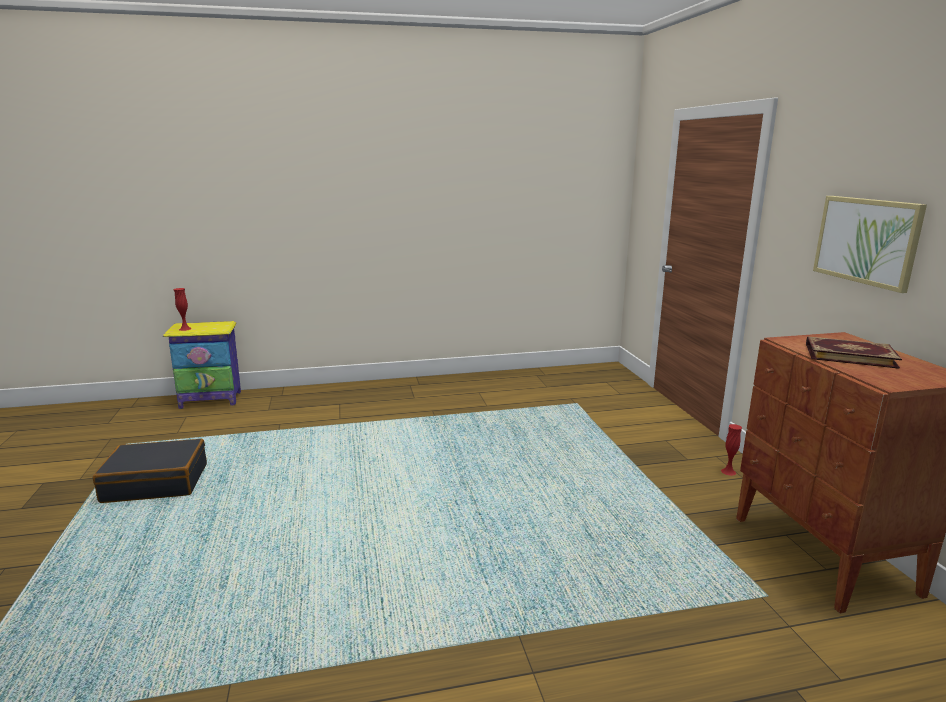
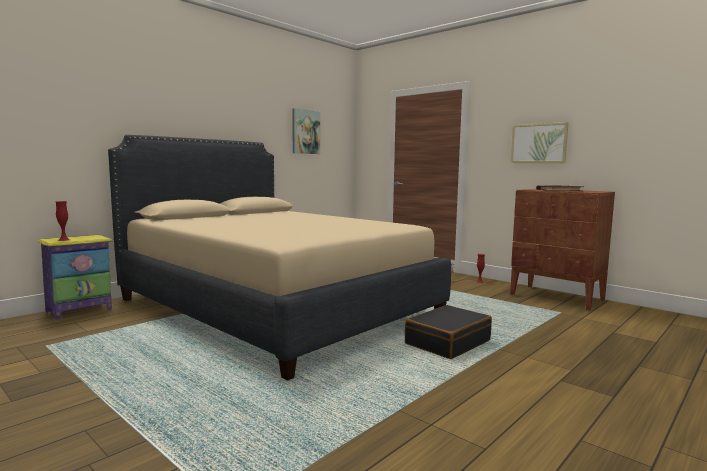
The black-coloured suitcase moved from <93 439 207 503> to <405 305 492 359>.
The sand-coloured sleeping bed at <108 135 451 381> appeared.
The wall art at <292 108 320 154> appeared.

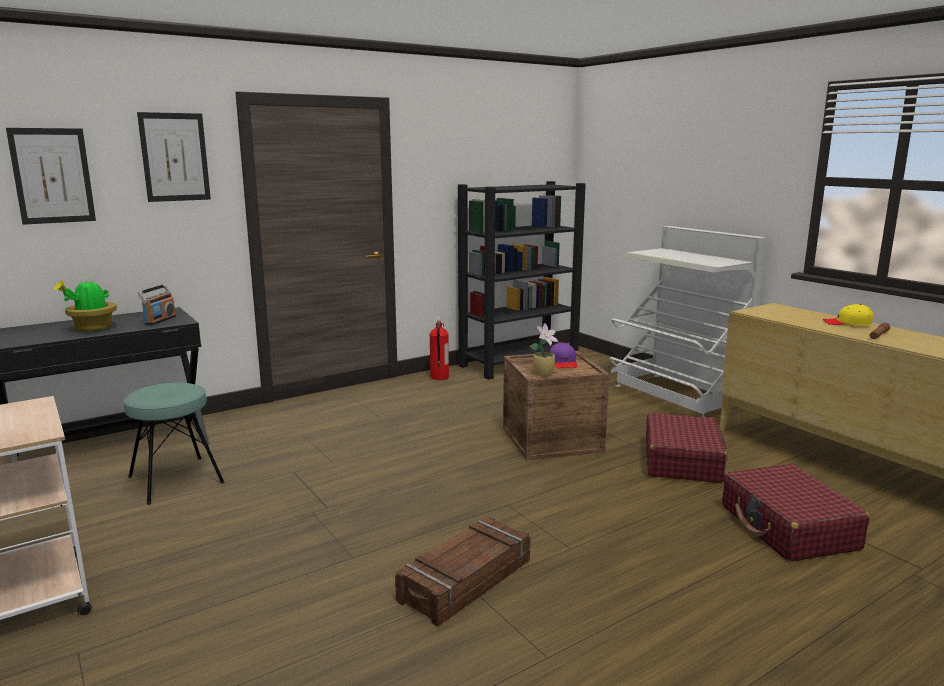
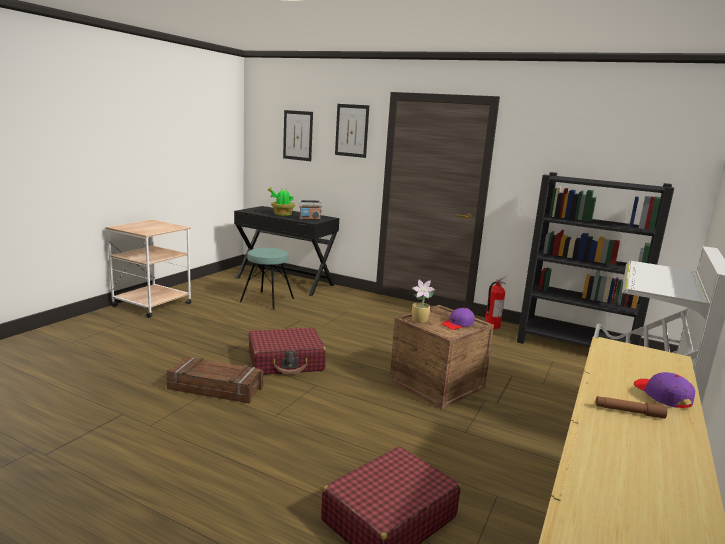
The red suitcase moved from <646 413 727 483> to <249 328 326 375>.
The yellow peaked cap at <823 304 873 326> became the purple-coloured peaked cap at <634 372 695 408>.

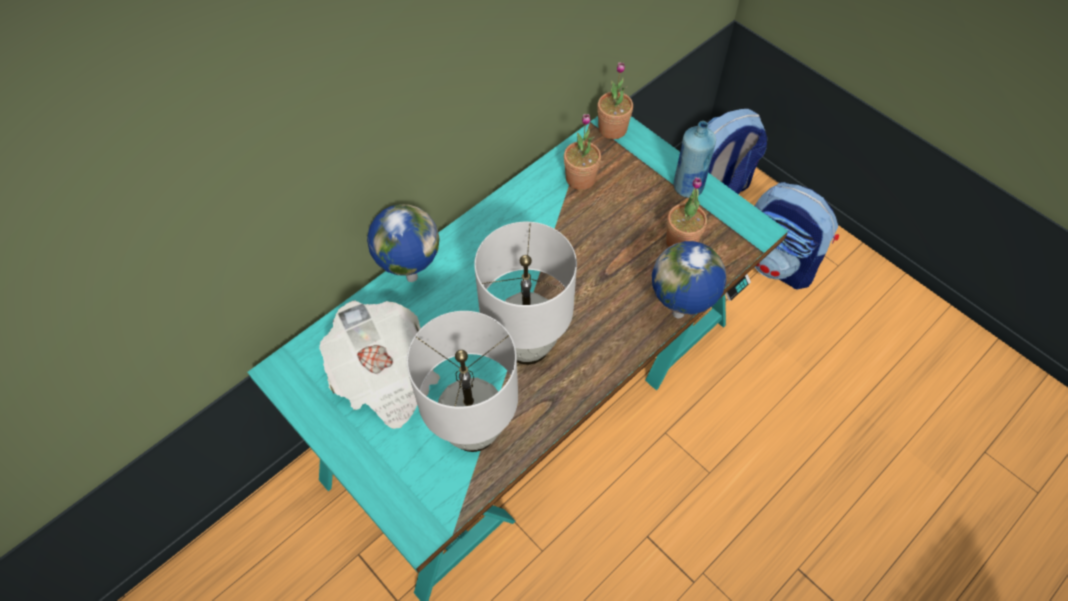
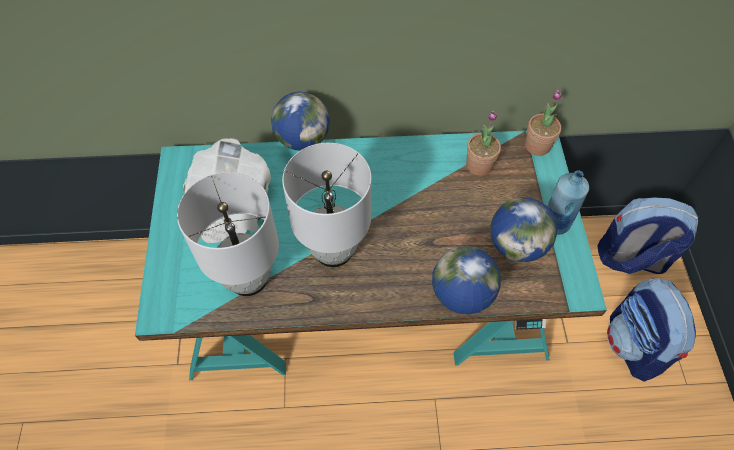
The potted plant at <666 177 707 247> was replaced by the world globe at <490 197 557 264>.

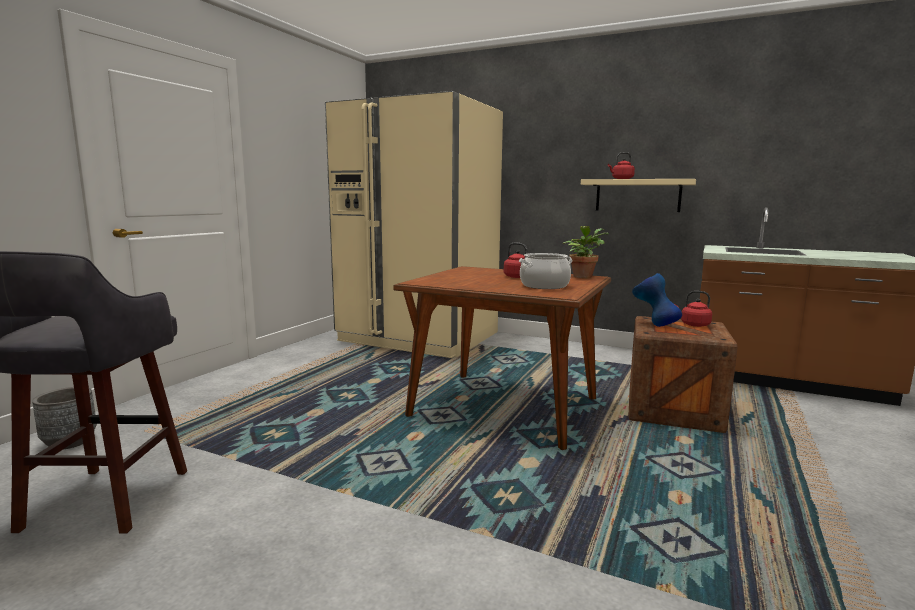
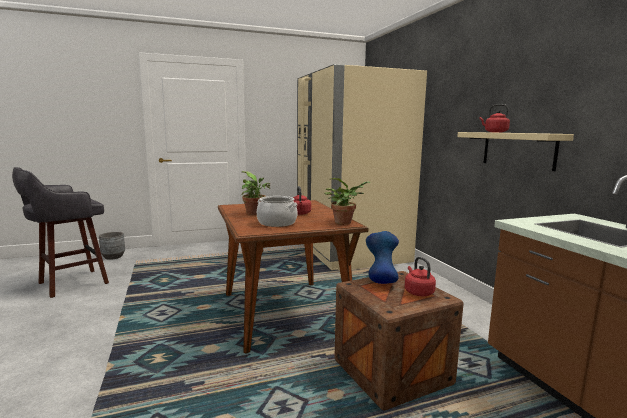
The potted plant at <241 171 270 215> appeared.

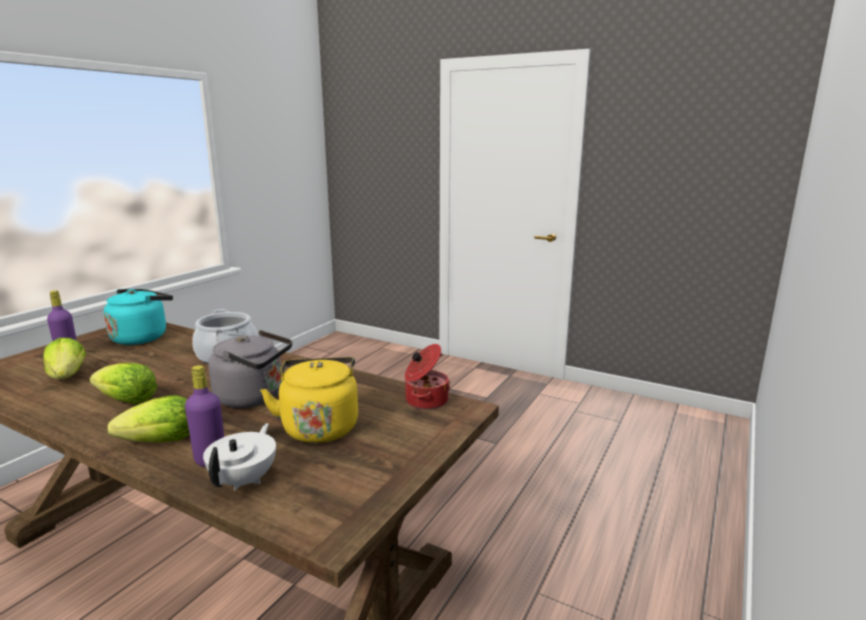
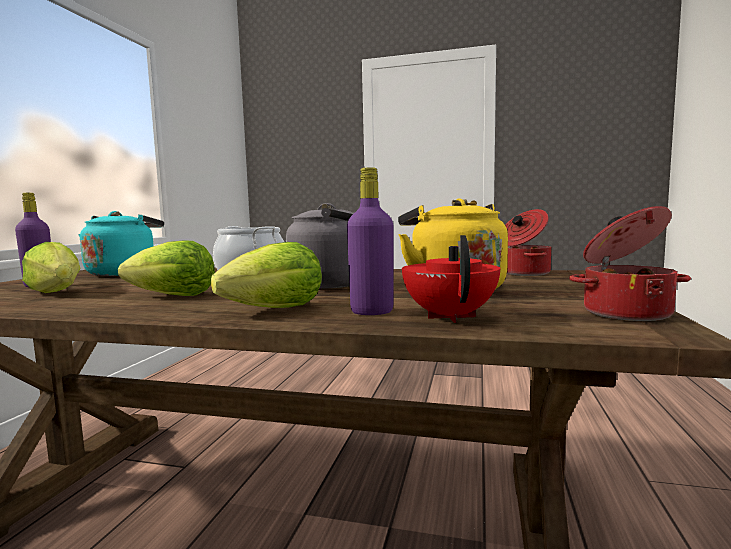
The white-coloured tea pot at <203 423 276 490> became the red tea pot at <402 235 500 323>.
The saucepot at <569 206 691 321> appeared.

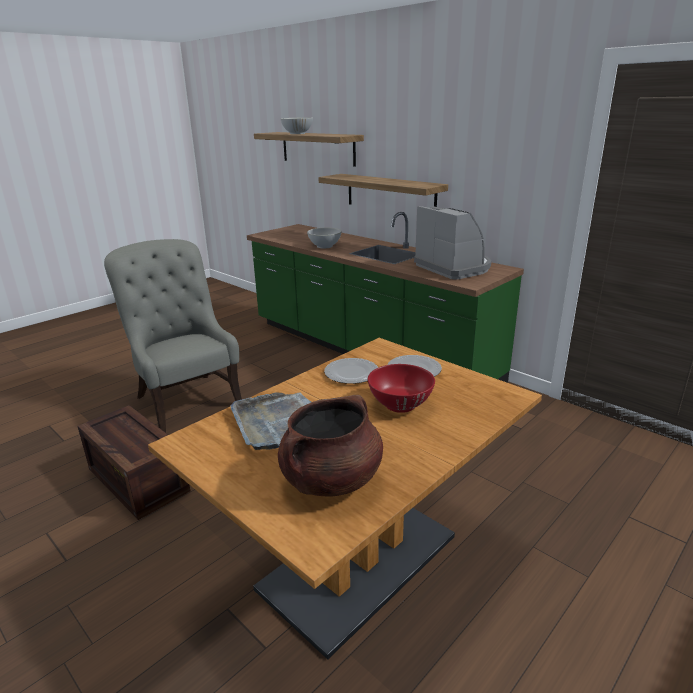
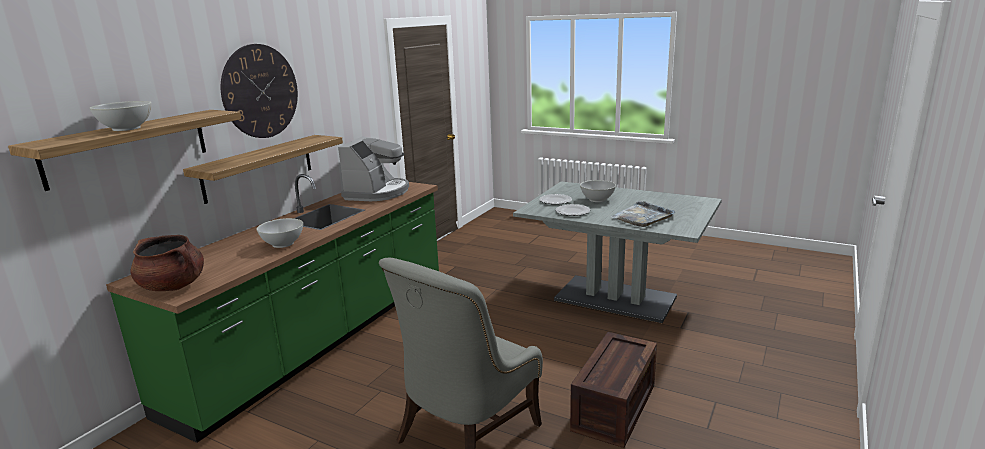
The brown-coloured dinner table at <148 338 542 660> became the gray dinner table at <513 181 722 323>.
The brown-coloured saucepot moved from <278 395 383 496> to <130 235 204 291>.
The red deep dish at <368 364 435 413> became the white-coloured deep dish at <580 180 616 202>.
The coffee brewer at <414 206 491 280> turned 150 degrees clockwise.
The clock on the wall at <221 44 298 138> appeared.

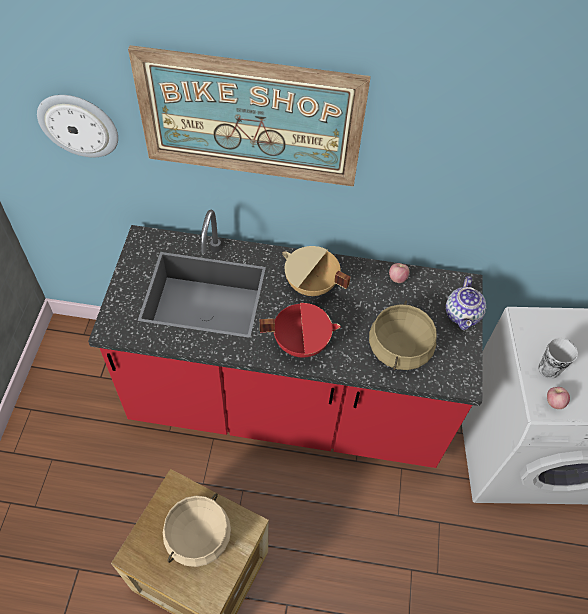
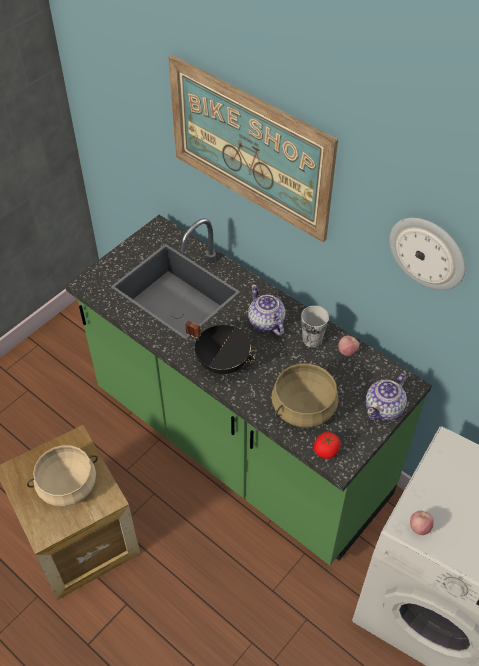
The clock on the wall moved from <37 95 118 157> to <389 218 465 290>.
The red counter at <88 210 483 468> became the green-coloured counter at <65 215 432 565>.
The red saucepot at <260 303 341 358> became the black-coloured saucepot at <185 321 255 374>.
The sand-coloured saucepot at <282 246 351 296> was replaced by the tea pot at <248 284 285 336>.
The drinking cup moved from <538 338 578 379> to <301 306 329 347>.
The tomato at <314 432 341 459> appeared.

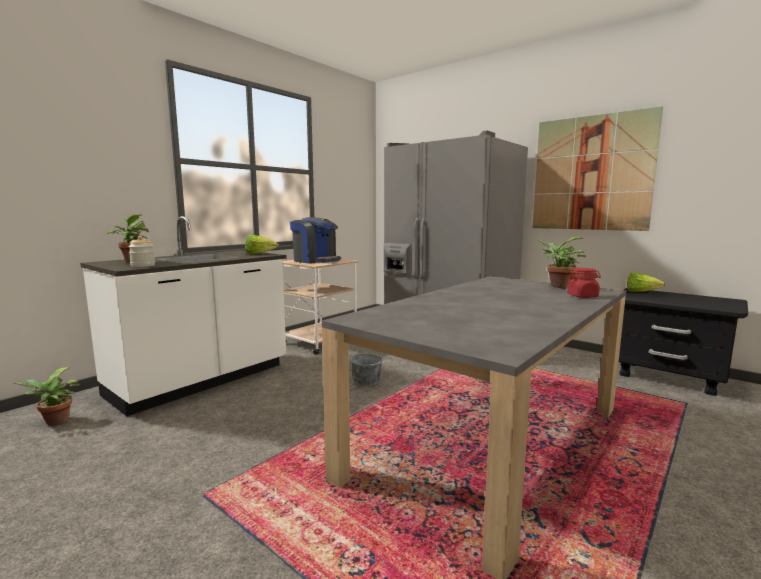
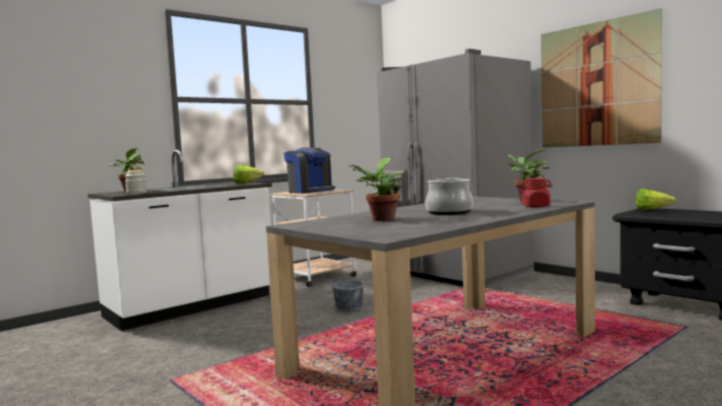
The potted plant moved from <13 367 80 426> to <349 158 404 221>.
The saucepot at <425 178 473 215> appeared.

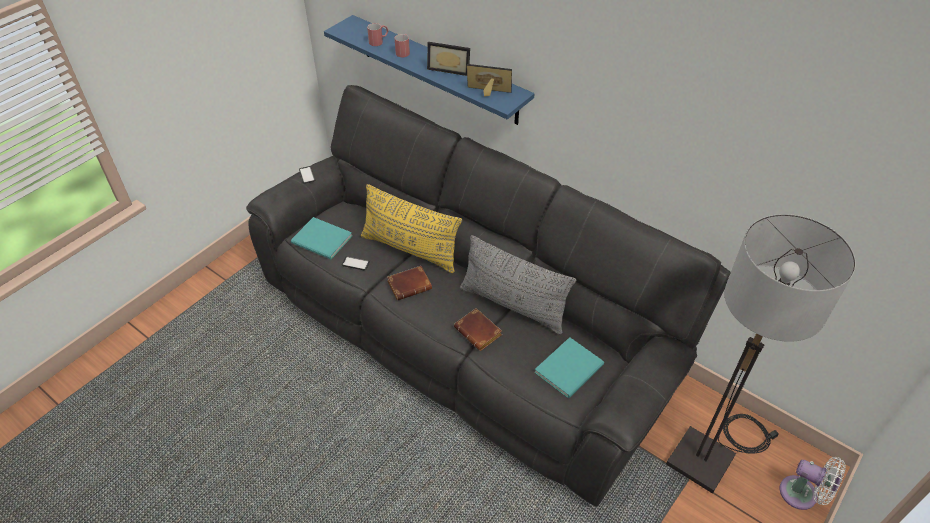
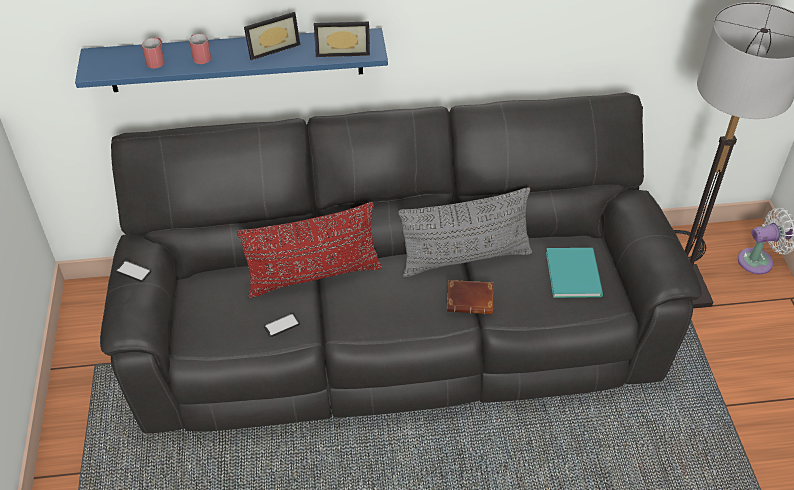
The blue-green volume at <291 217 352 259> disappeared.
The yellow pillow at <361 184 462 273> became the red pillow at <237 202 382 298>.
The brown-coloured volume at <387 266 432 301> disappeared.
The standing frame at <467 64 512 97> turned 150 degrees counterclockwise.

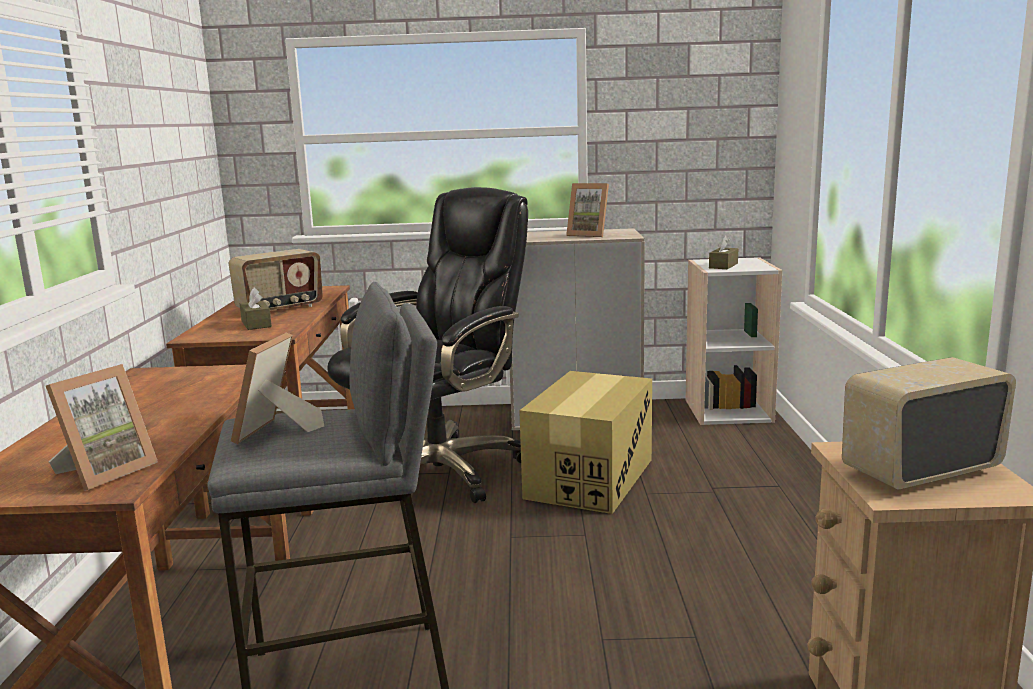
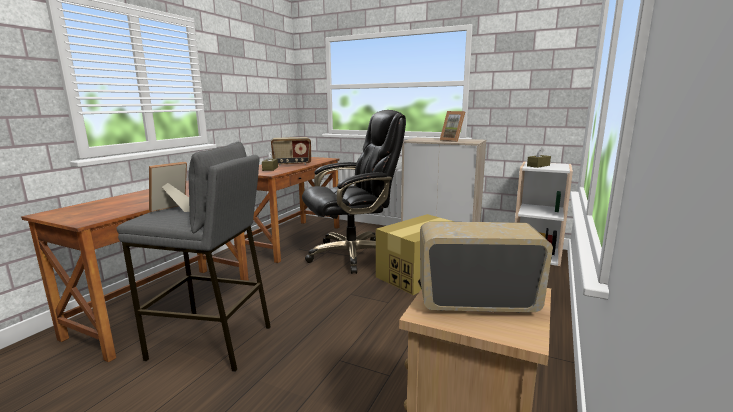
The standing frame at <46 364 158 491> disappeared.

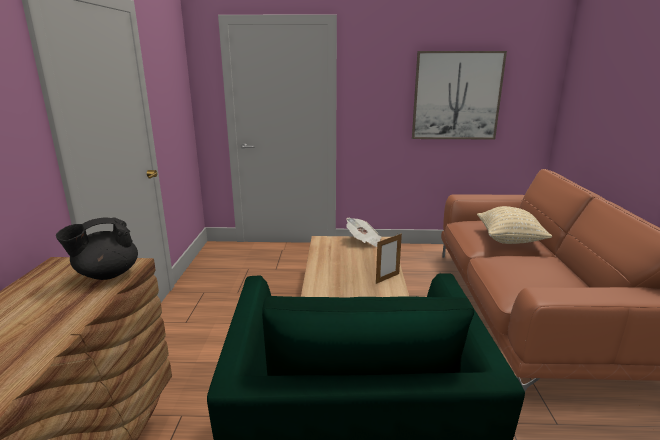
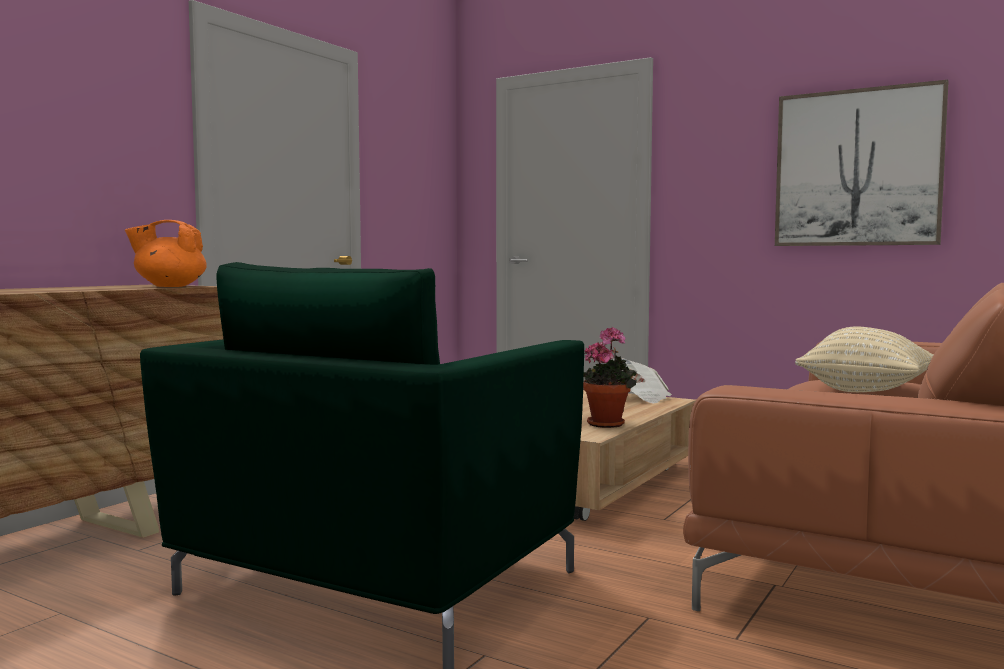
The black-coloured tea pot at <56 217 138 280> became the orangey tea pot at <125 220 207 287>.
The standing frame at <376 234 402 284> was replaced by the potted plant at <583 327 637 428>.

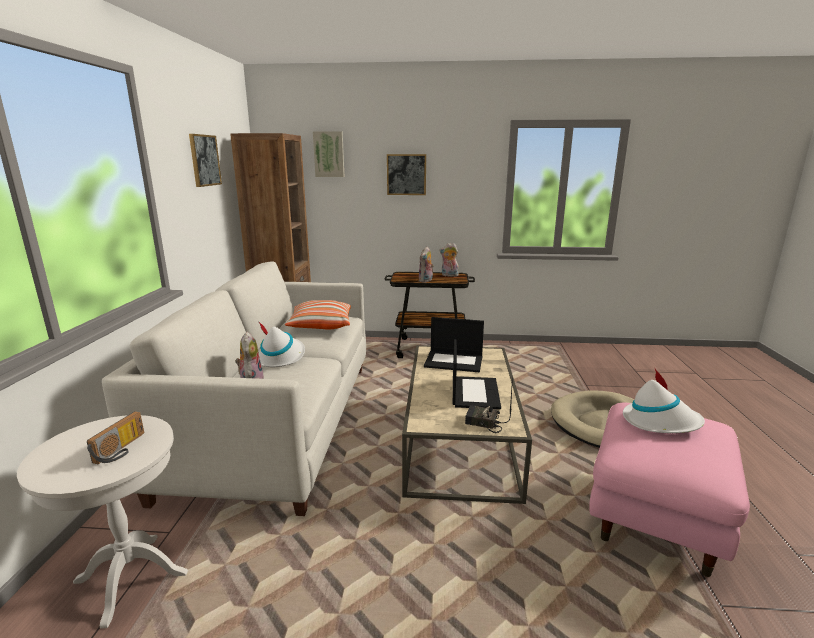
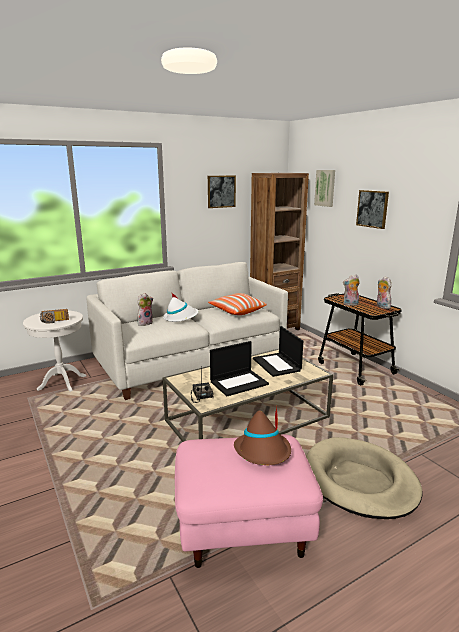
The white-coloured wearable hat at <623 369 705 433> became the brown-coloured wearable hat at <234 405 291 465>.

